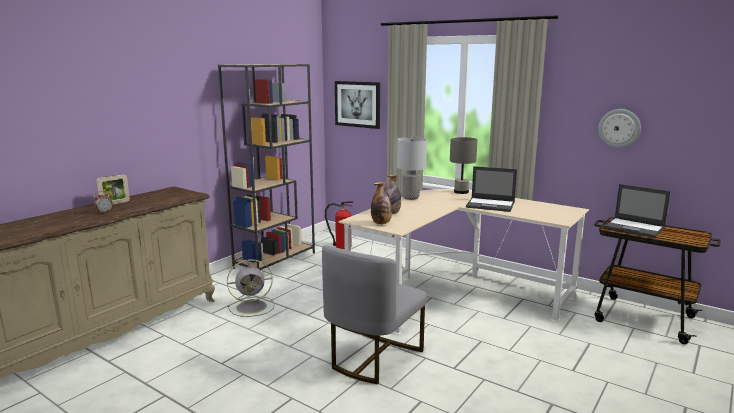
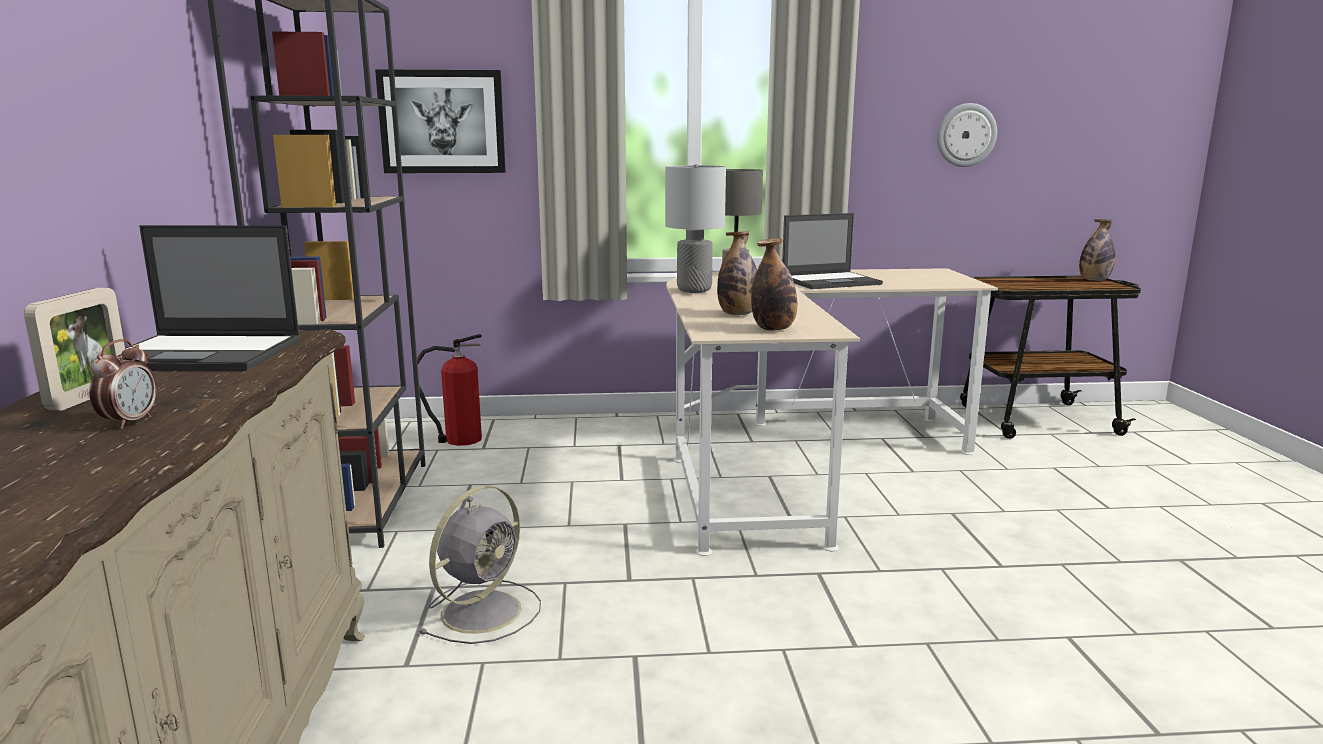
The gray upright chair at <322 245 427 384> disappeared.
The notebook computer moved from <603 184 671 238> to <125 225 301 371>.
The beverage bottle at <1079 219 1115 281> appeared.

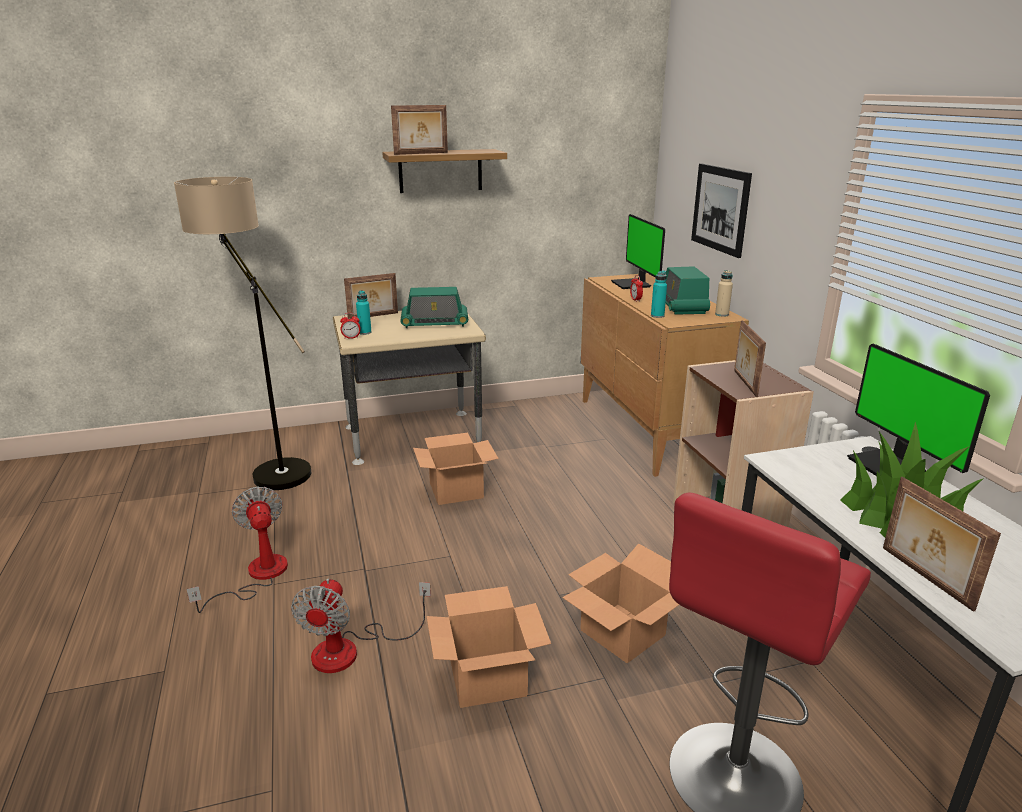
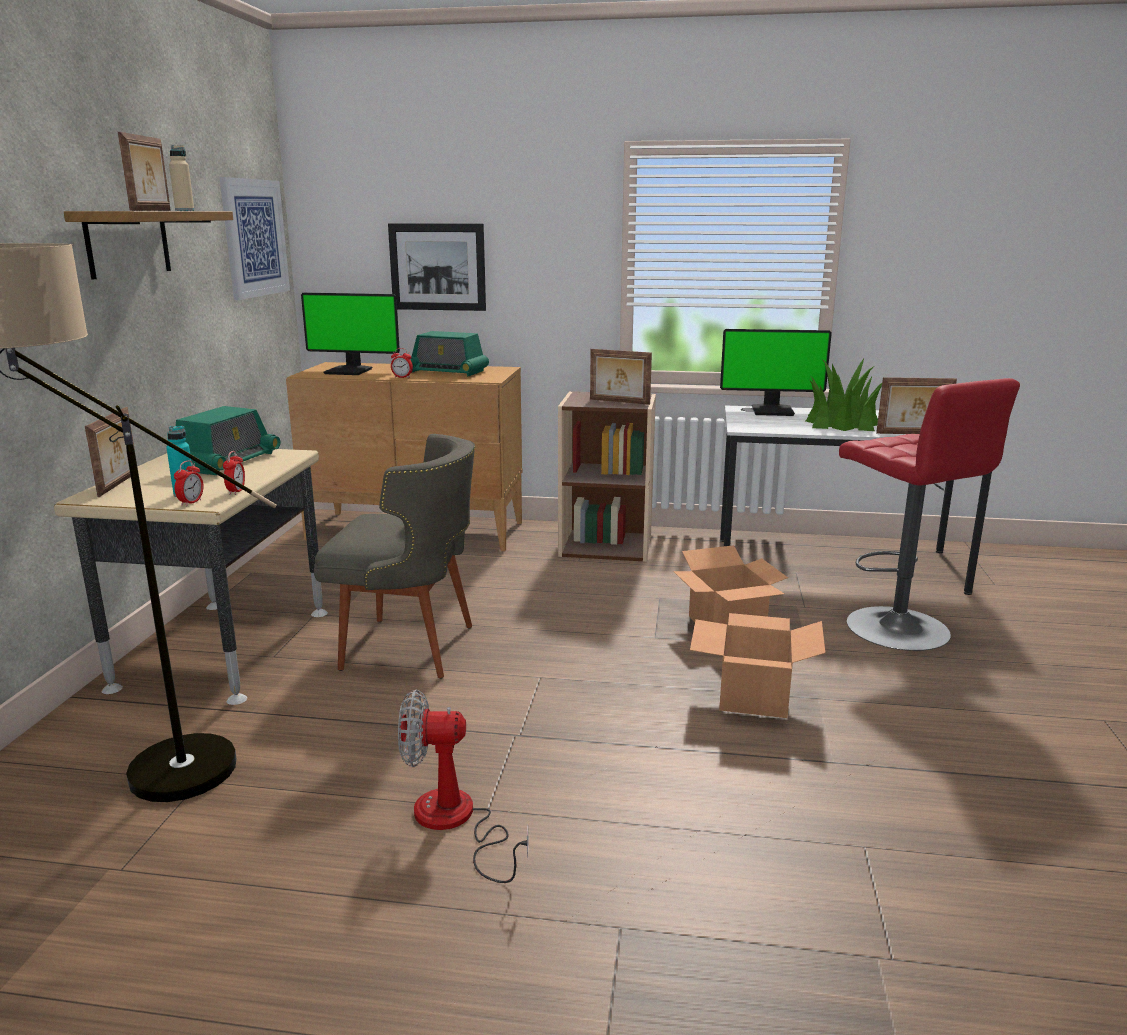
The fan at <291 579 431 673> disappeared.
The packing box at <413 433 499 505> was replaced by the gray upright chair at <314 434 475 679>.
The blue-green beverage bottle at <651 271 667 318> disappeared.
The sand-coloured beverage bottle moved from <715 270 733 317> to <169 145 194 211>.
The wall art at <219 177 290 300> appeared.
The table clock at <223 451 245 495> appeared.

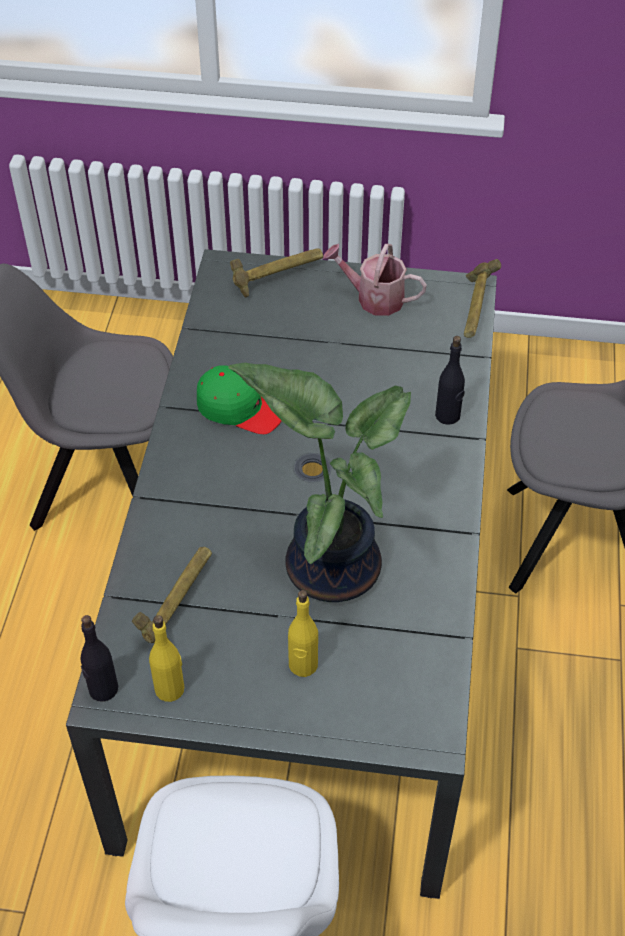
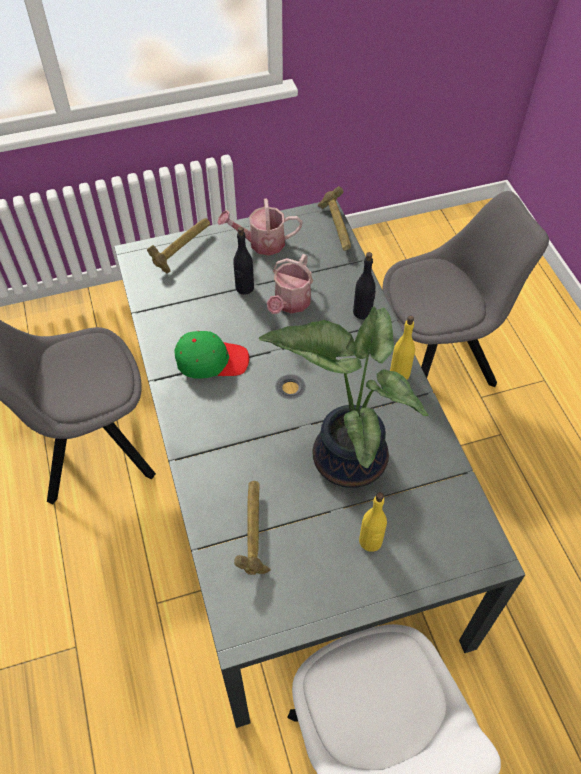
The black-coloured beverage bottle moved from <80 615 118 702> to <234 227 254 295>.
The yellow beverage bottle moved from <149 615 184 702> to <390 316 415 380>.
The sprinkling can at <267 254 313 314> appeared.

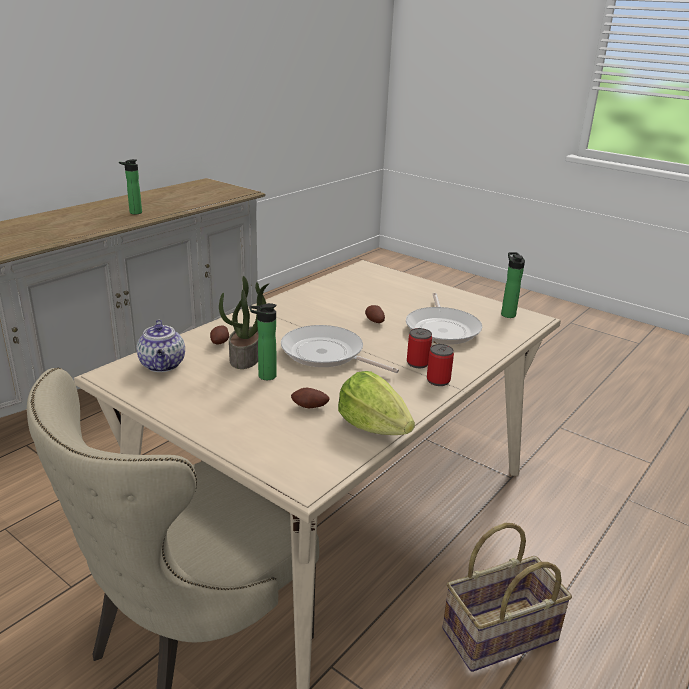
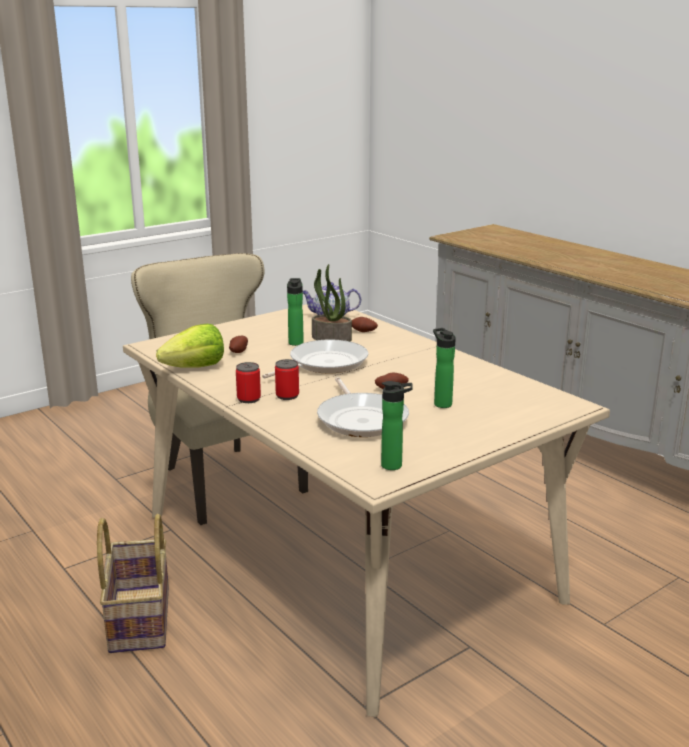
The beverage bottle moved from <119 159 142 214> to <433 328 456 408>.
The pan at <406 293 482 345> turned 120 degrees counterclockwise.

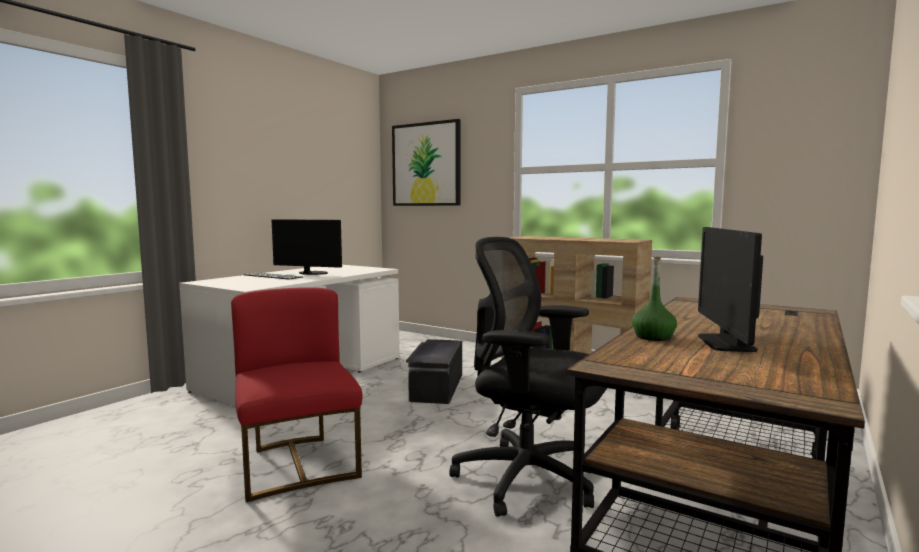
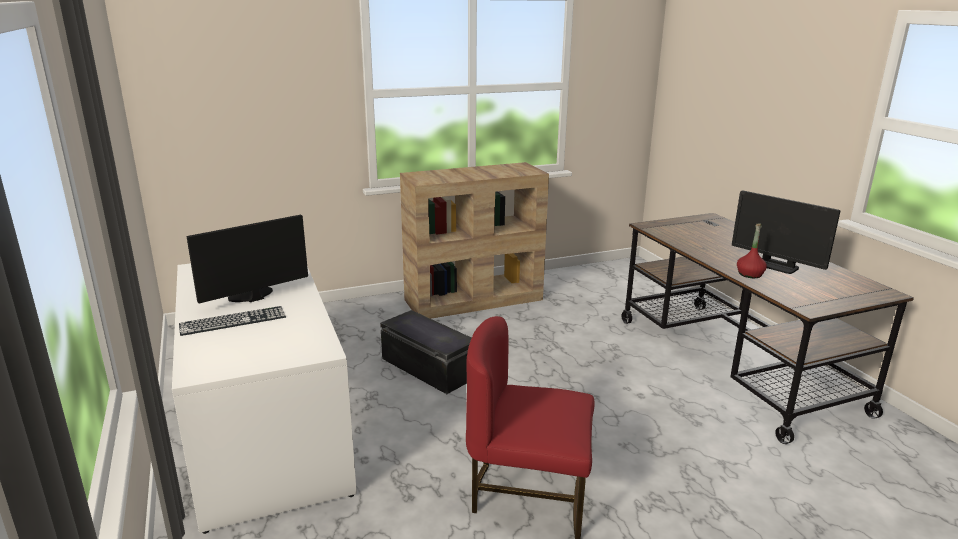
The wall art at <392 119 460 206> disappeared.
The black-coloured office chair at <449 237 607 517> disappeared.
The green-coloured beverage bottle at <632 257 677 341> became the red beverage bottle at <737 224 767 278>.

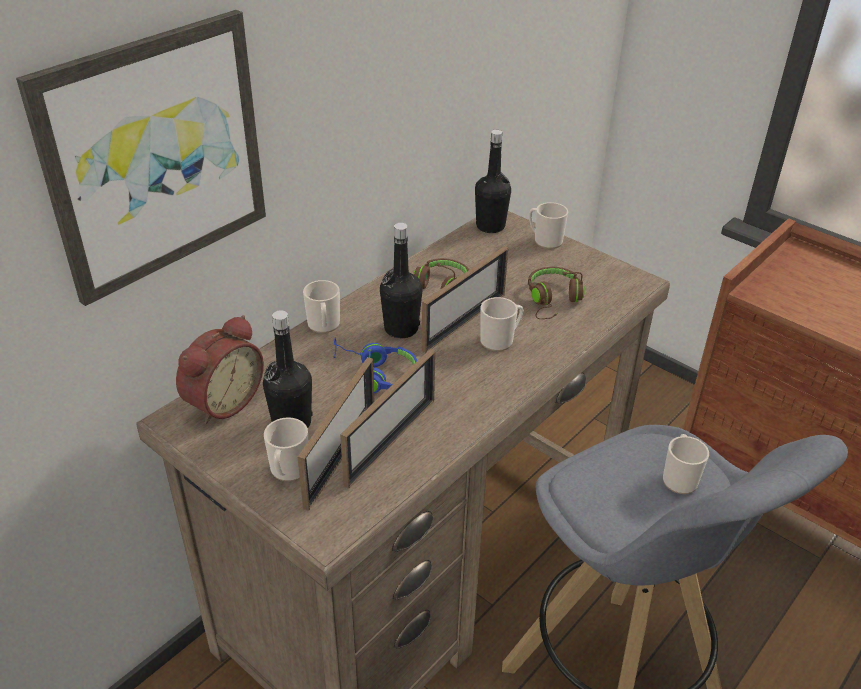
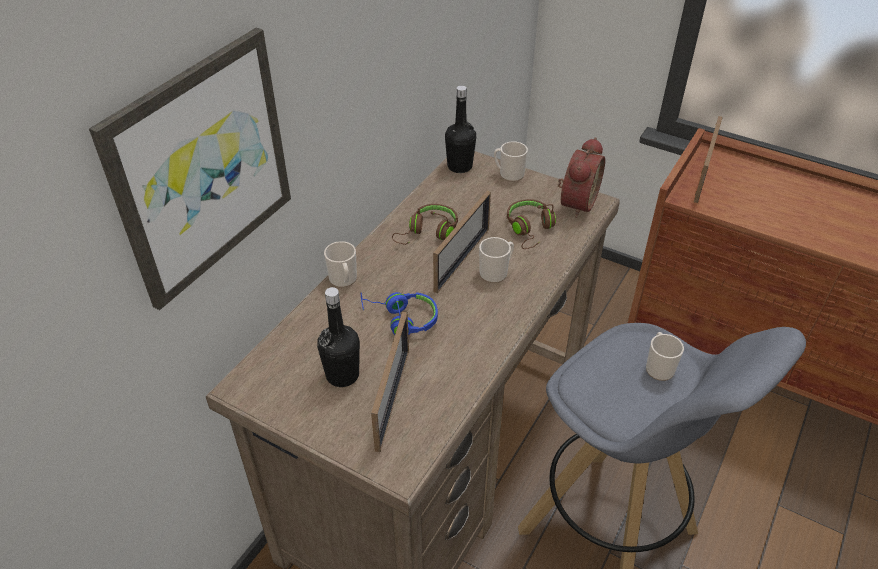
The table clock moved from <176 315 264 425> to <558 137 605 218>.
The mug at <264 417 308 482> disappeared.
The standing frame moved from <340 349 435 489> to <694 116 723 203>.
The black-coloured beverage bottle at <380 223 423 338> disappeared.

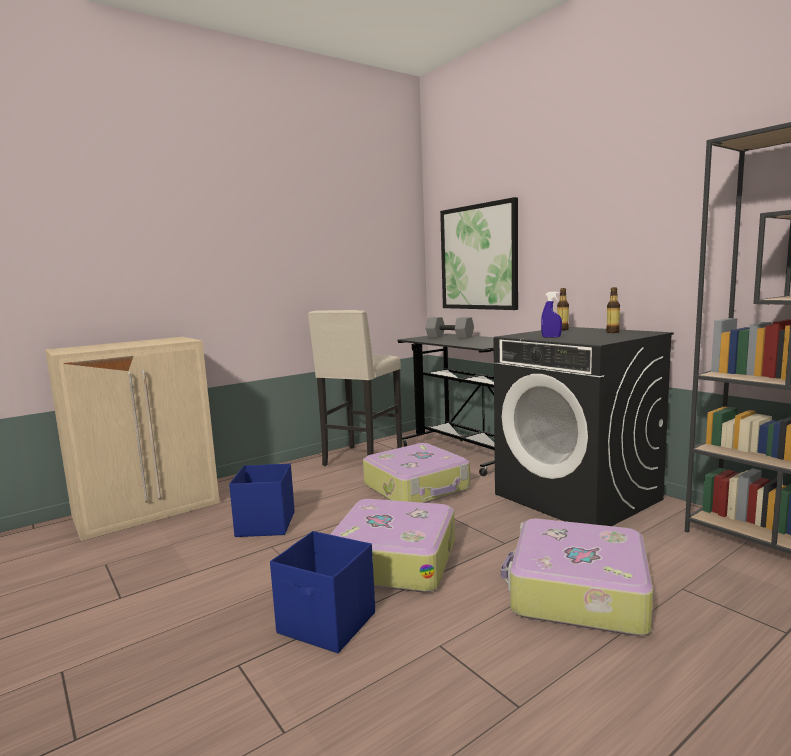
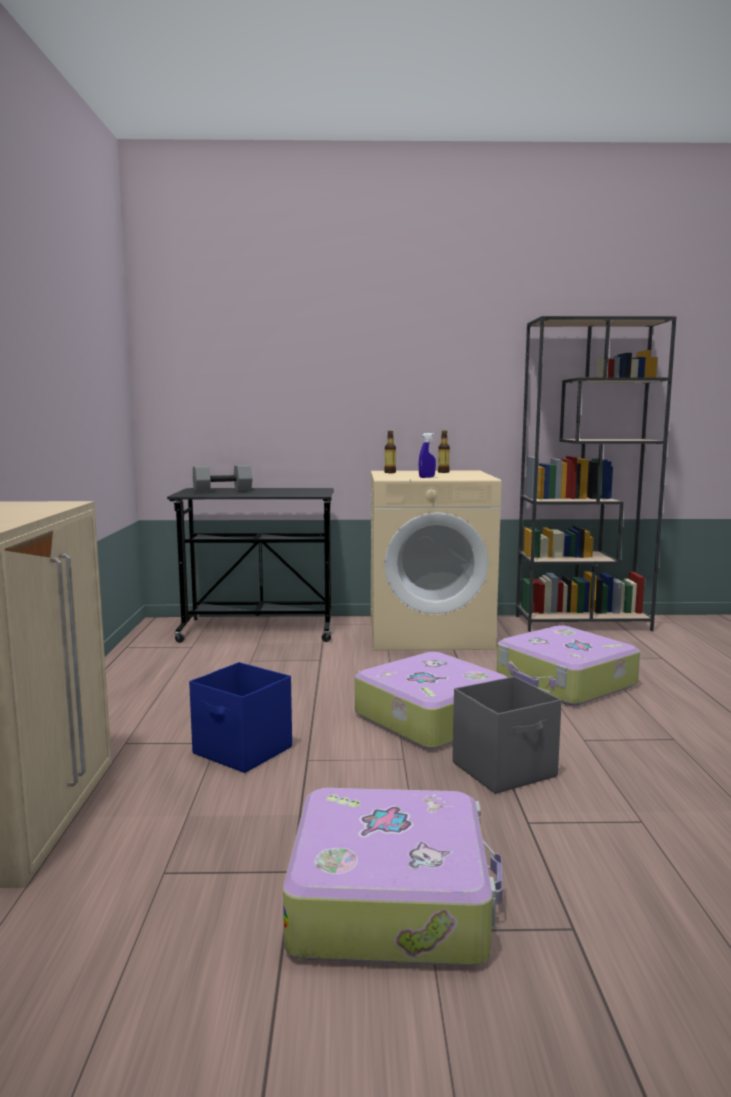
The blue storage box at <270 531 375 653> became the gray storage box at <452 676 562 794>.
The sand-coloured stool at <308 310 402 466> disappeared.
The suitcase moved from <363 443 470 503> to <283 788 503 966>.
The wall art at <440 197 518 310> disappeared.
The black-coloured washing machine at <493 327 674 526> became the sand-coloured washing machine at <371 471 501 650>.

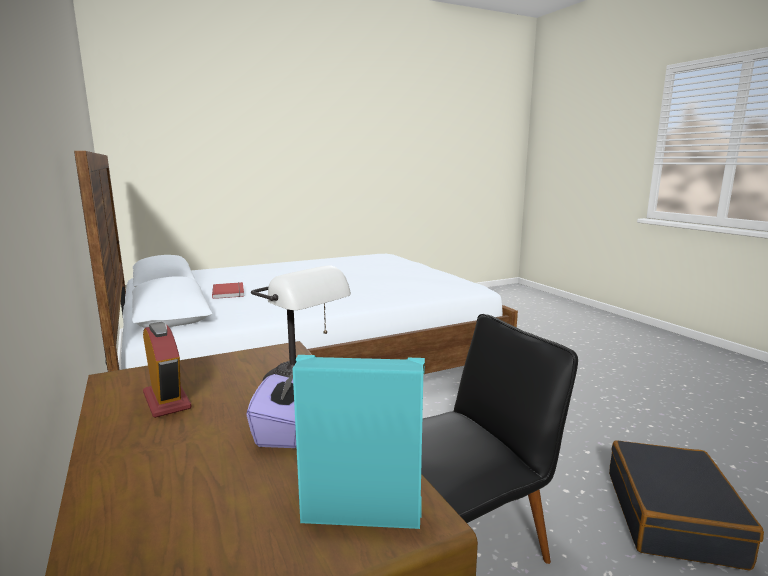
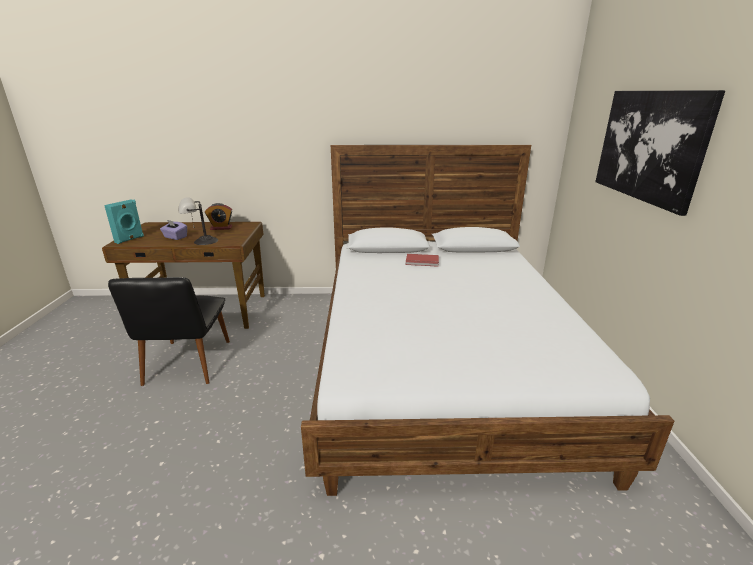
The black-coloured suitcase at <609 440 764 571> disappeared.
The wall art at <595 90 725 216> appeared.

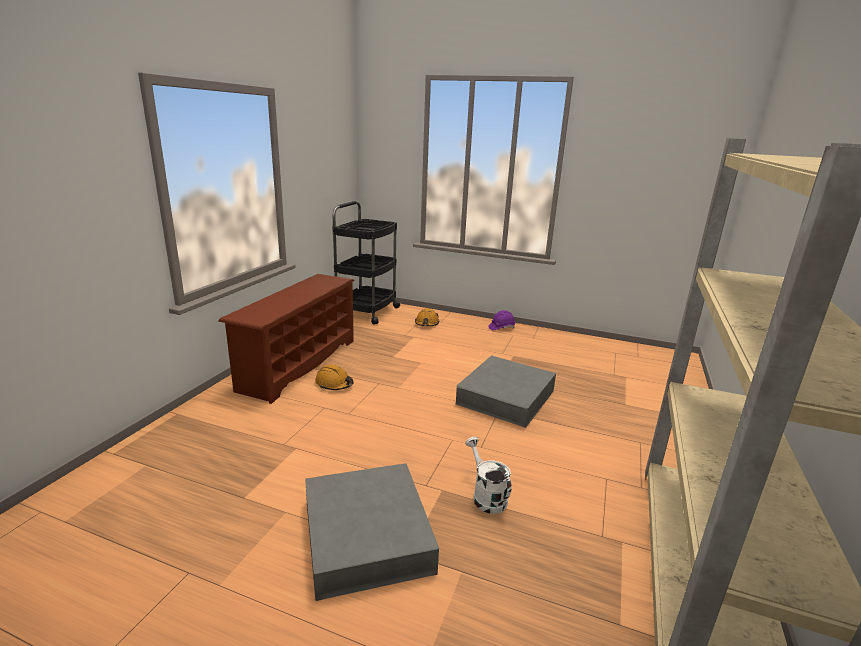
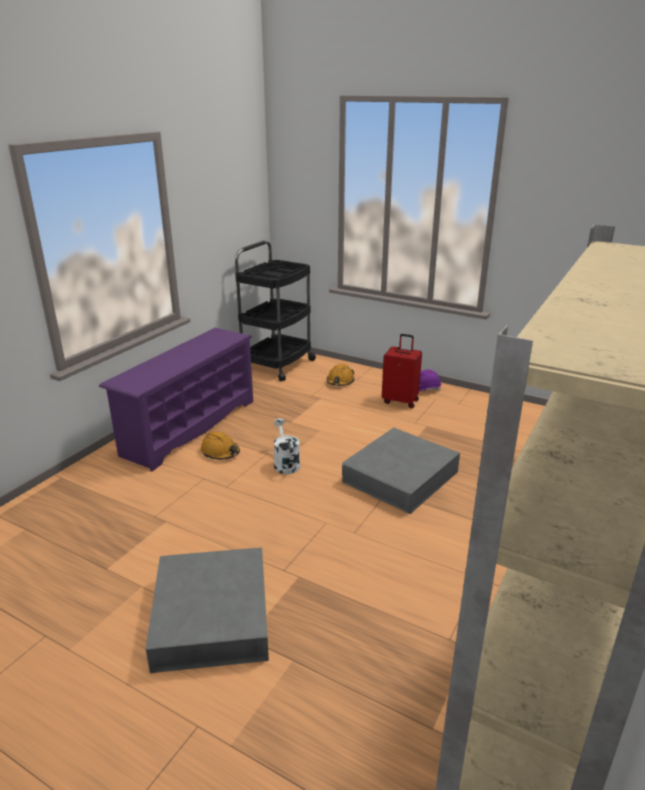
The brown-coloured shoe shelf at <218 274 354 404> became the purple-coloured shoe shelf at <99 328 253 471>.
The white-coloured sprinkling can moved from <465 437 511 514> to <274 418 300 474>.
The red suitcase at <382 334 422 408> appeared.

